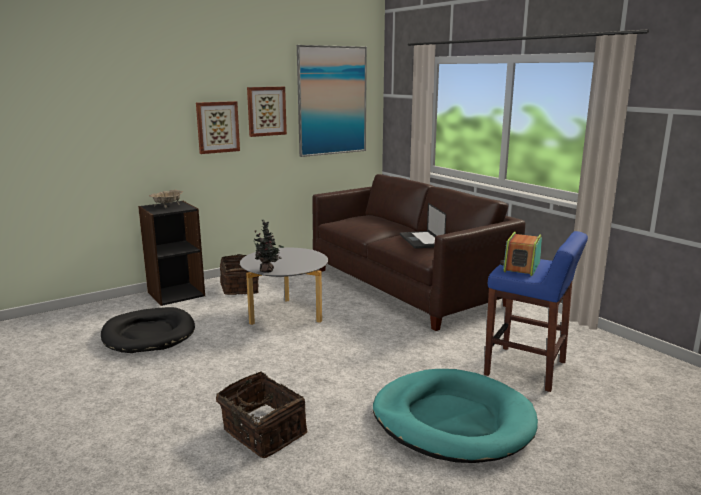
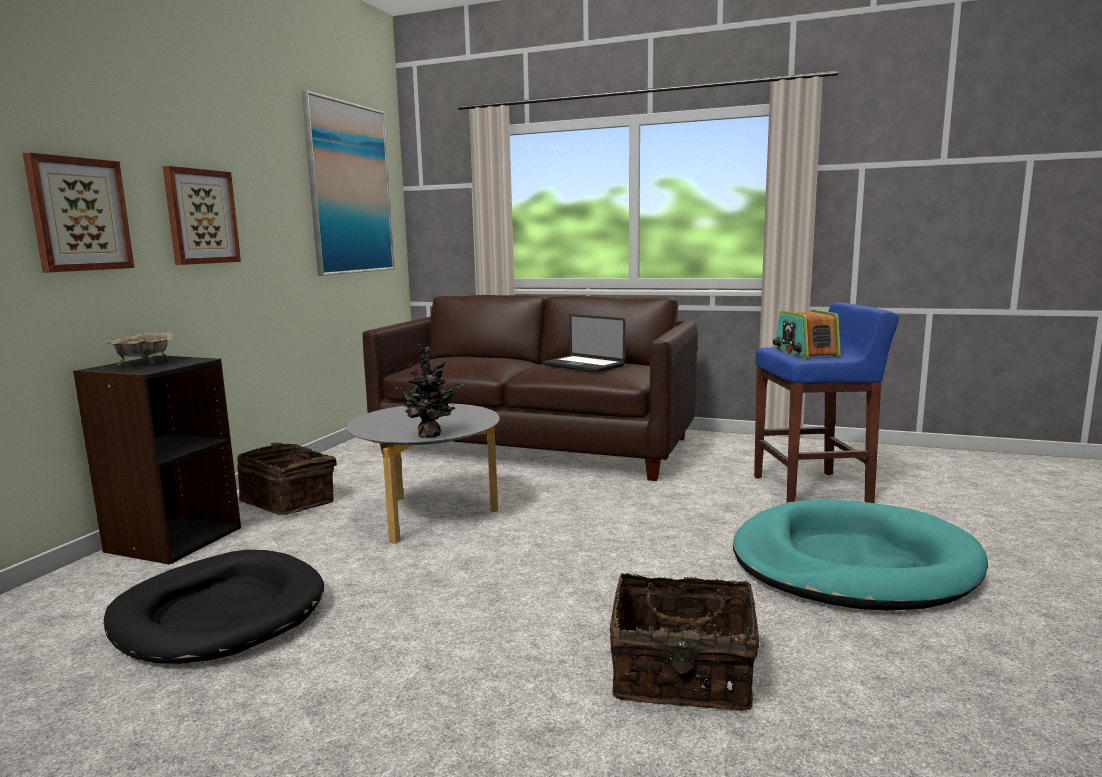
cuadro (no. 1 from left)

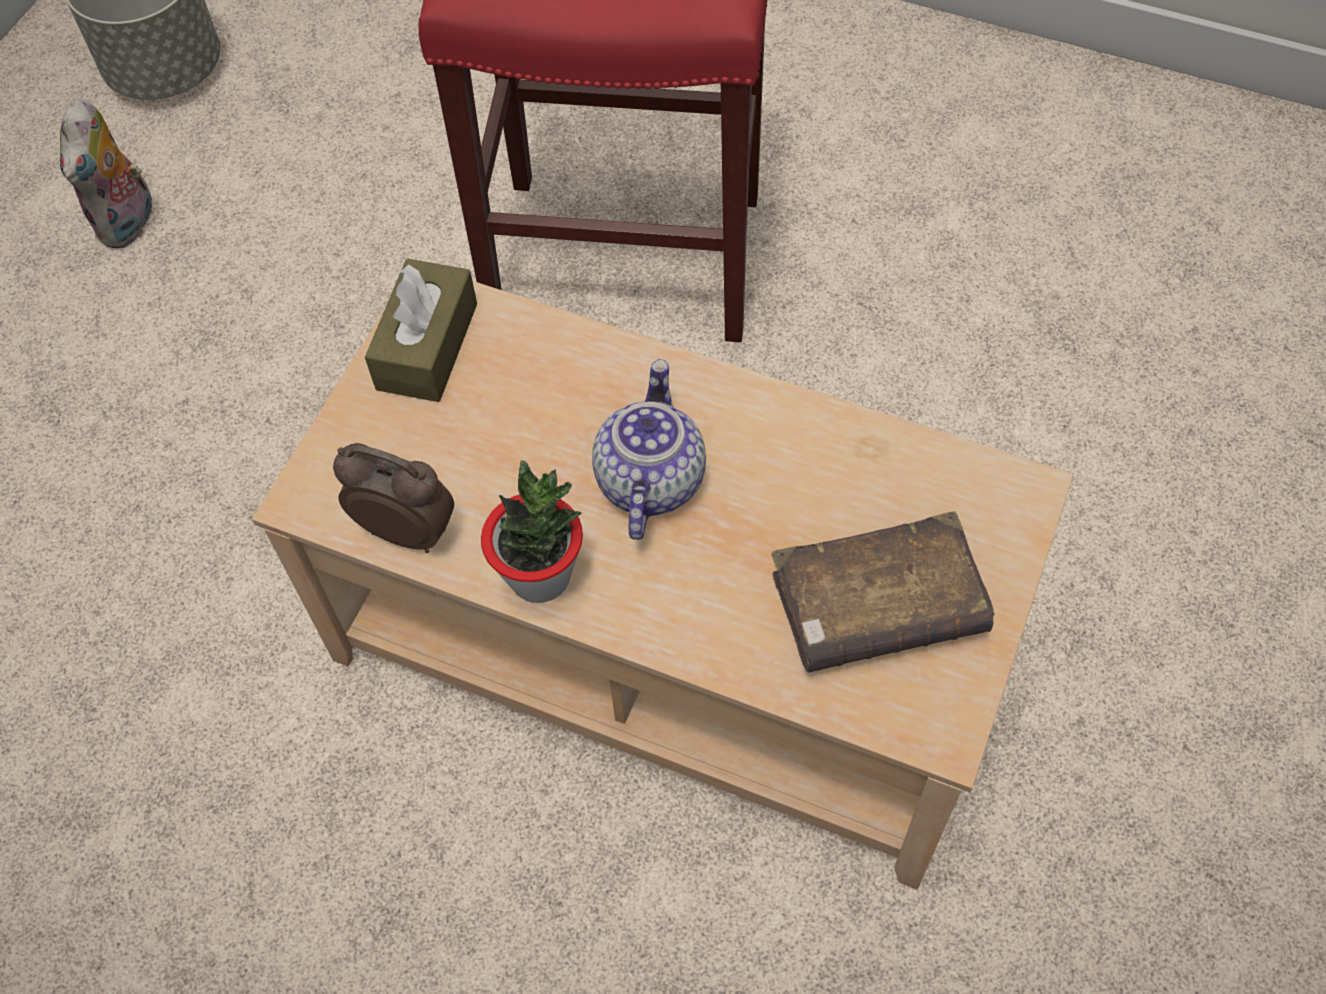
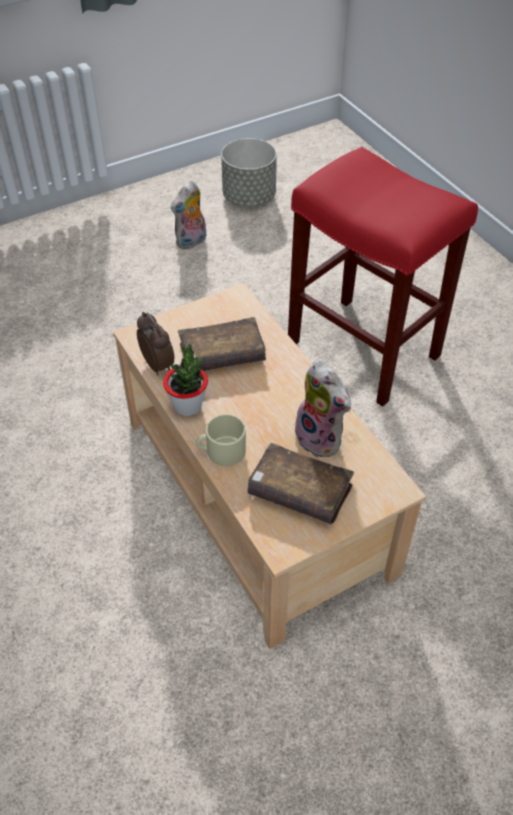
caja de pañuelos/marrón; tetera; libro/marrón (no. 1 from left); taza grande/beis; peluche (no. 2 from left)

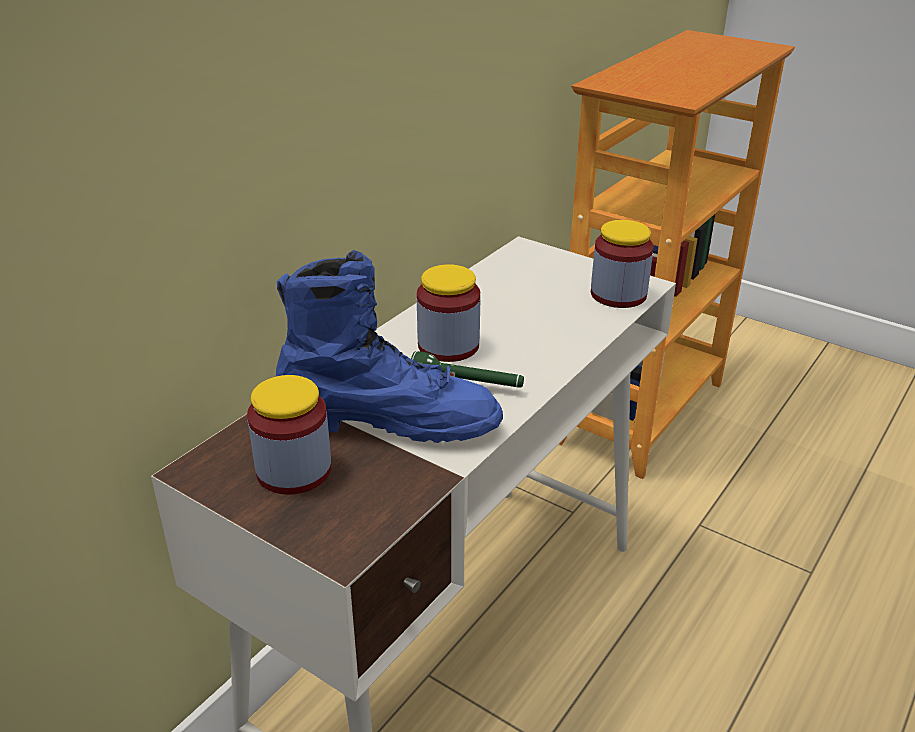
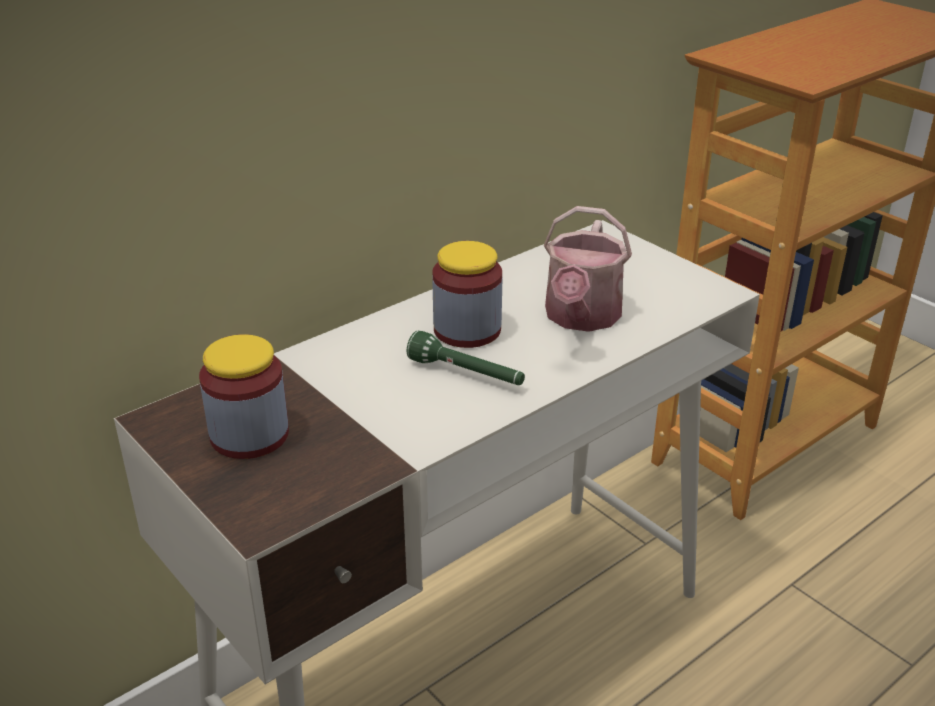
bota/azul; tarro (no. 3 from left in the first image); regadera

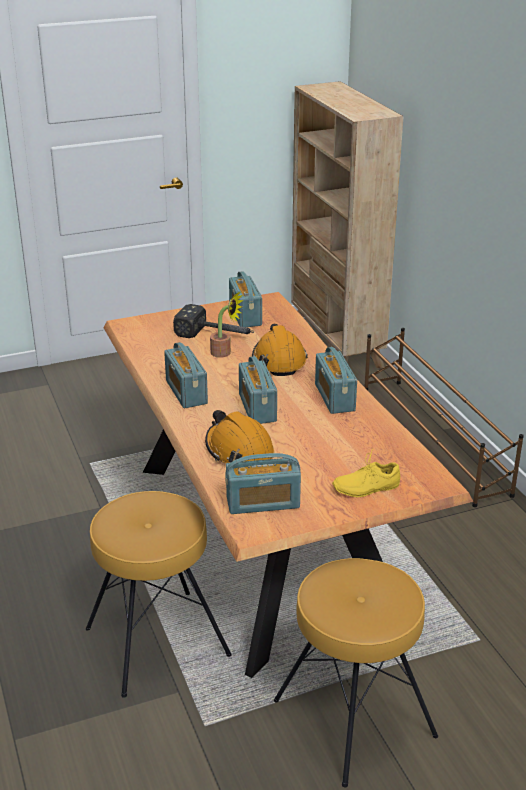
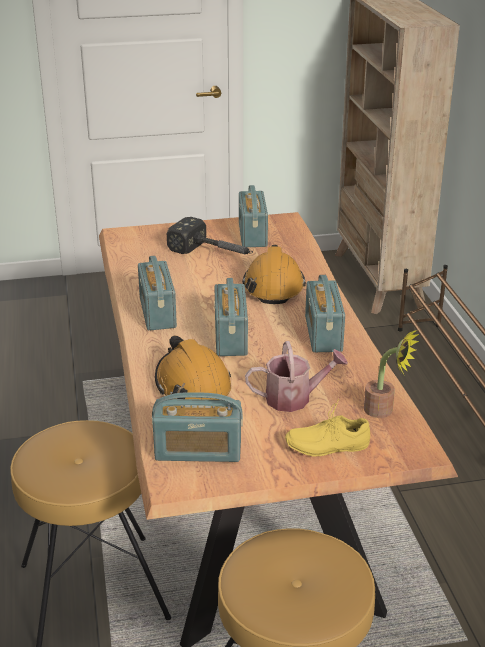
regadera; planta en maceta

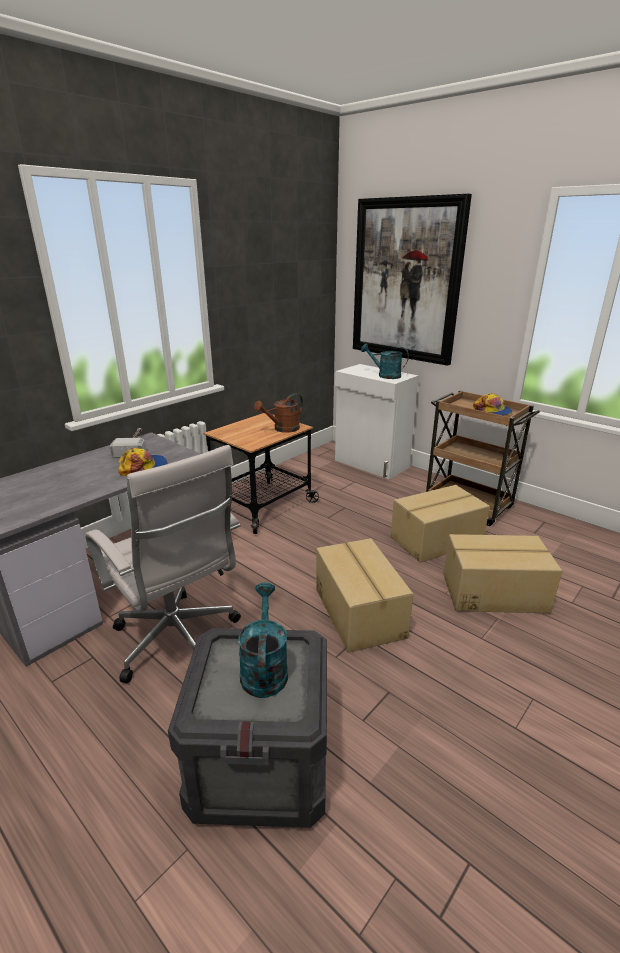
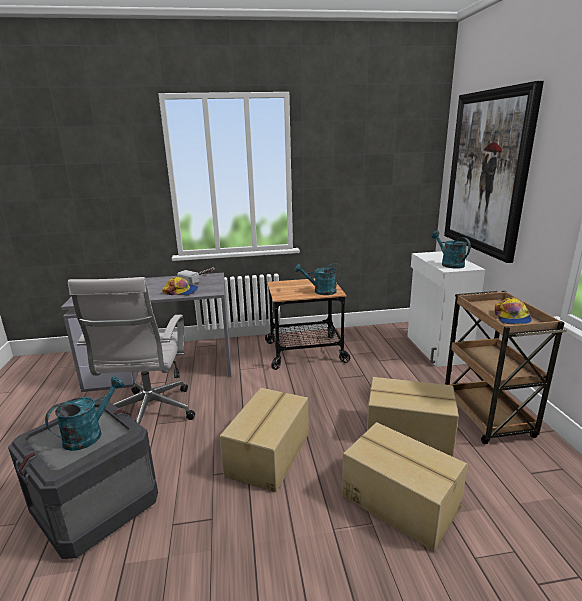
regadera/turquesa (no. 2 from left)

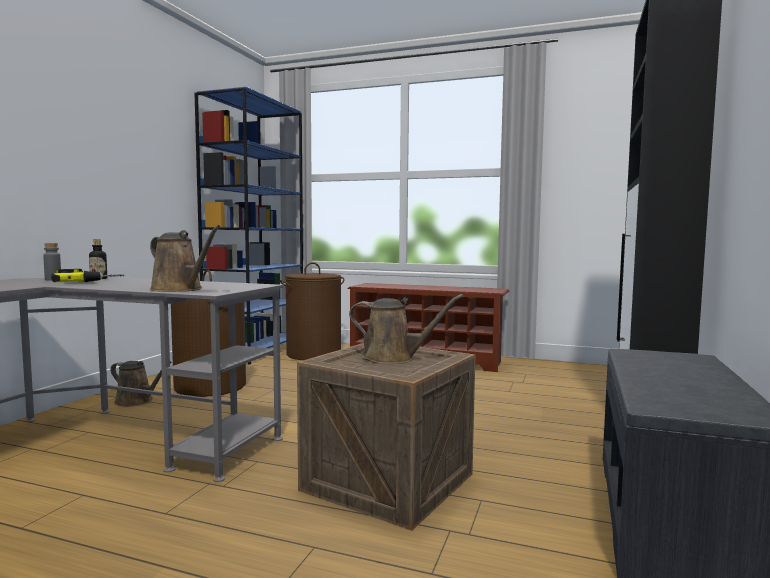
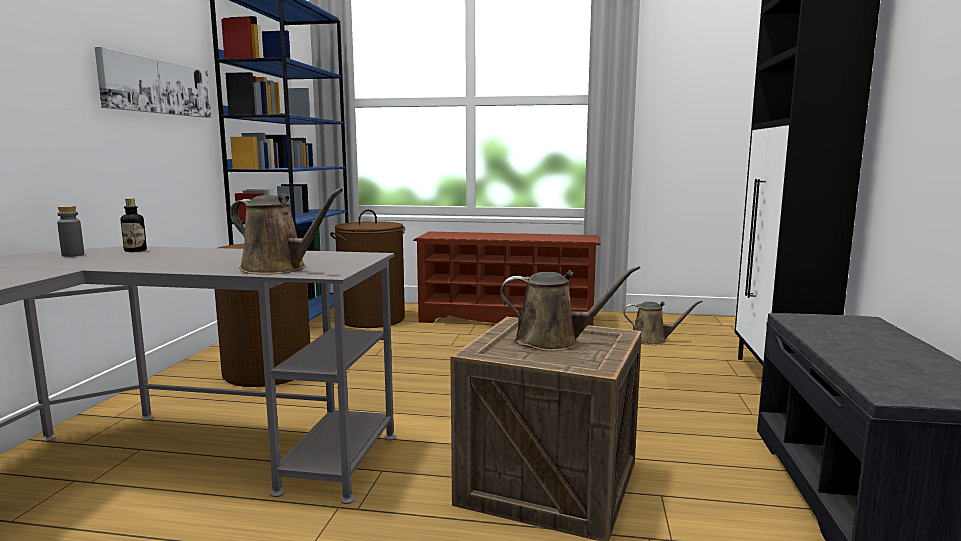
taladro; cuadro; regadera/marrón (no. 3 from left)

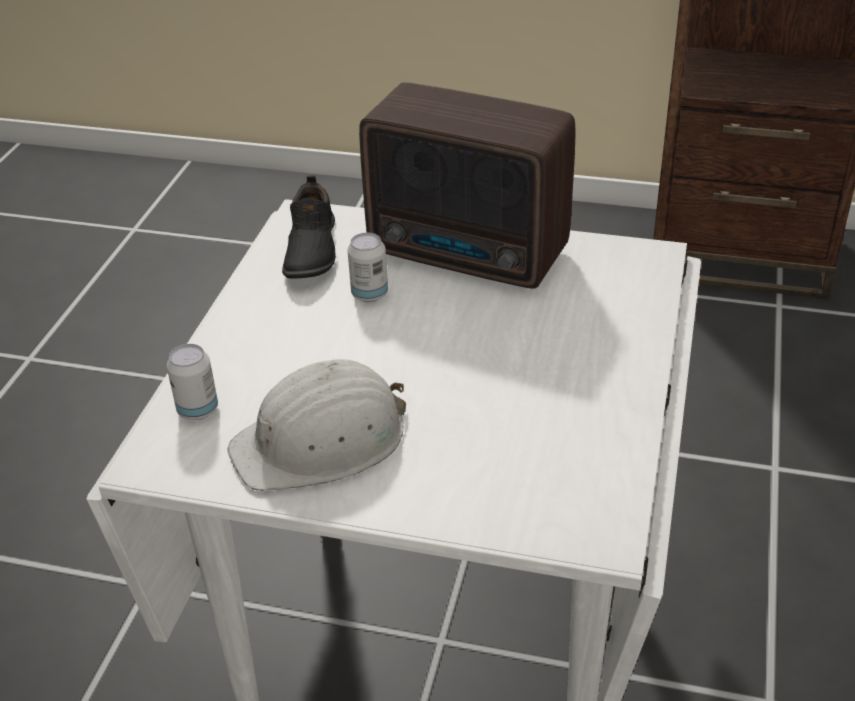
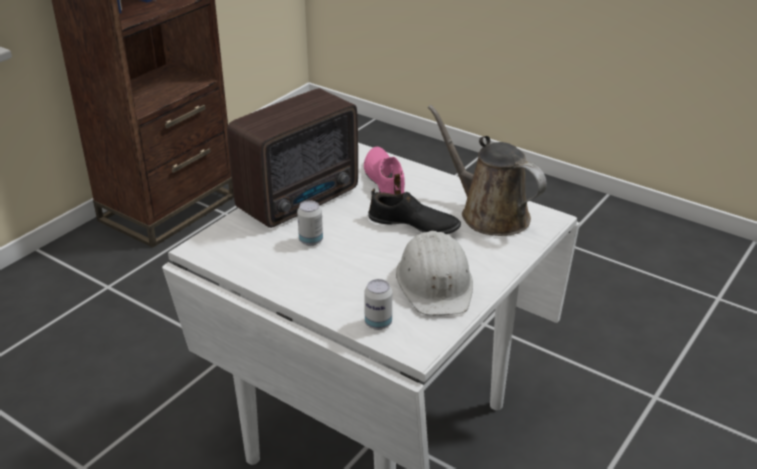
zapato/rosa; regadera/marrón; zapato/negro

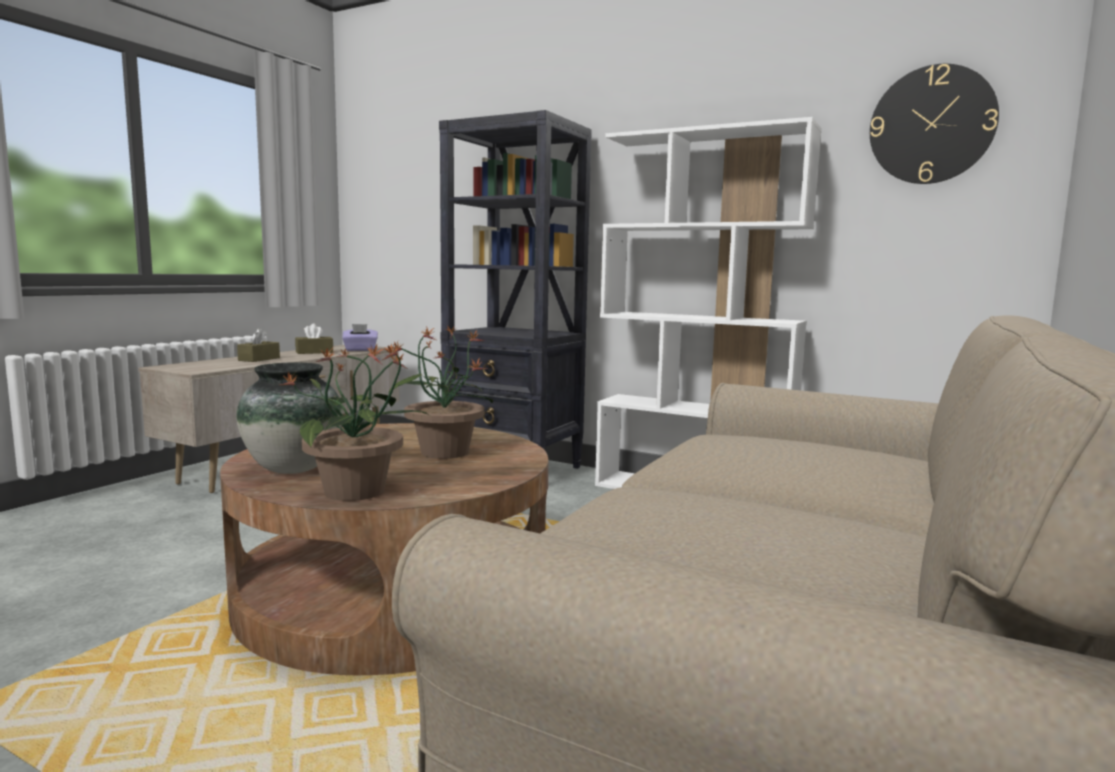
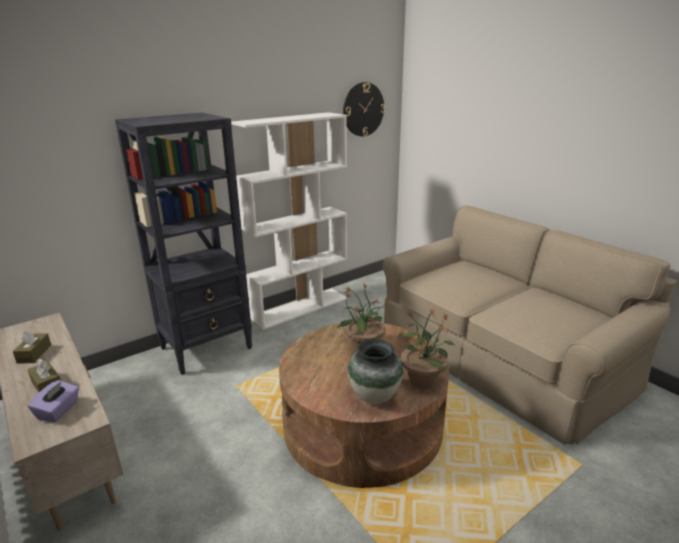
caja de pañuelos/morado

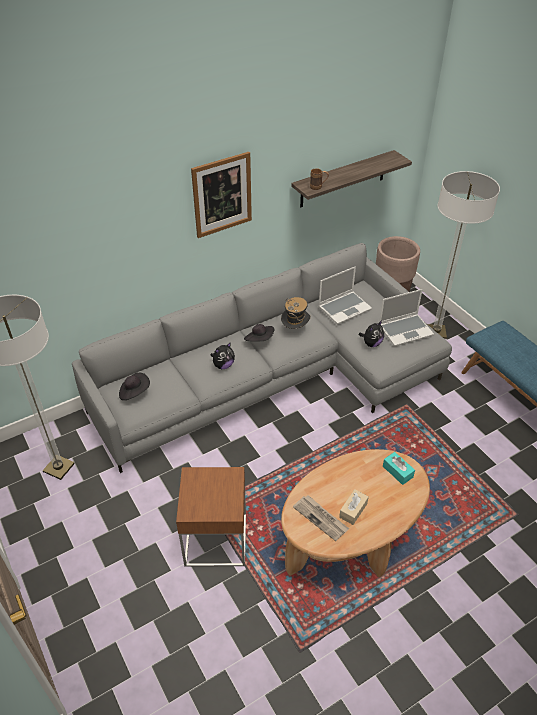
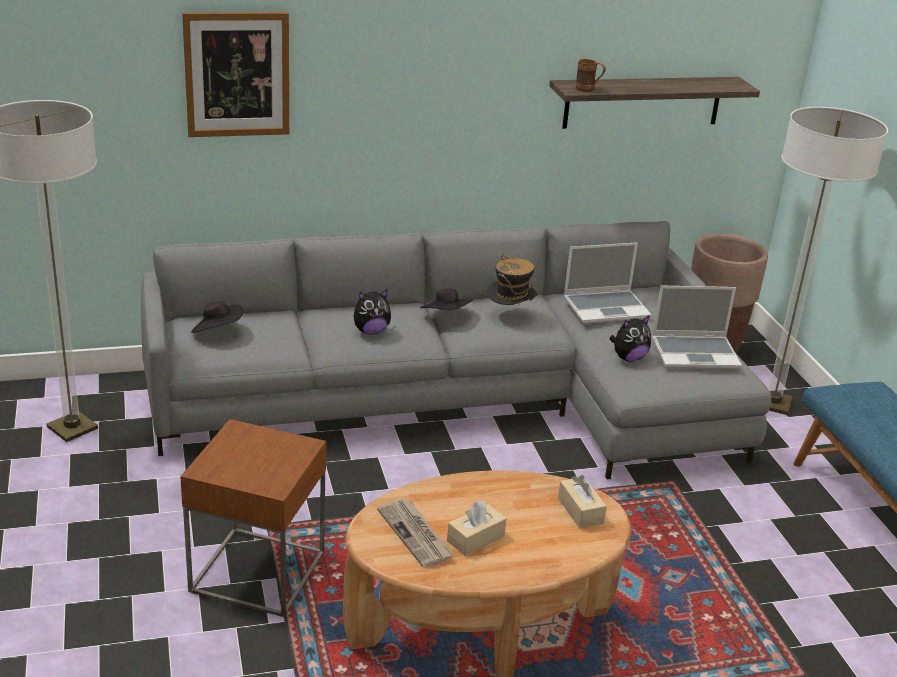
cuadro; caja de pañuelos/beis (no. 2 from left)

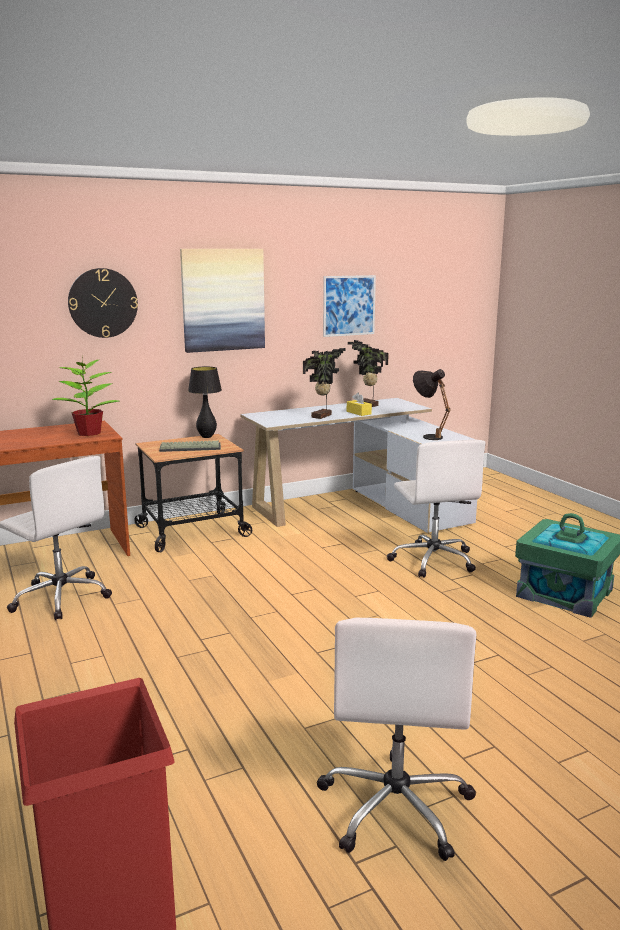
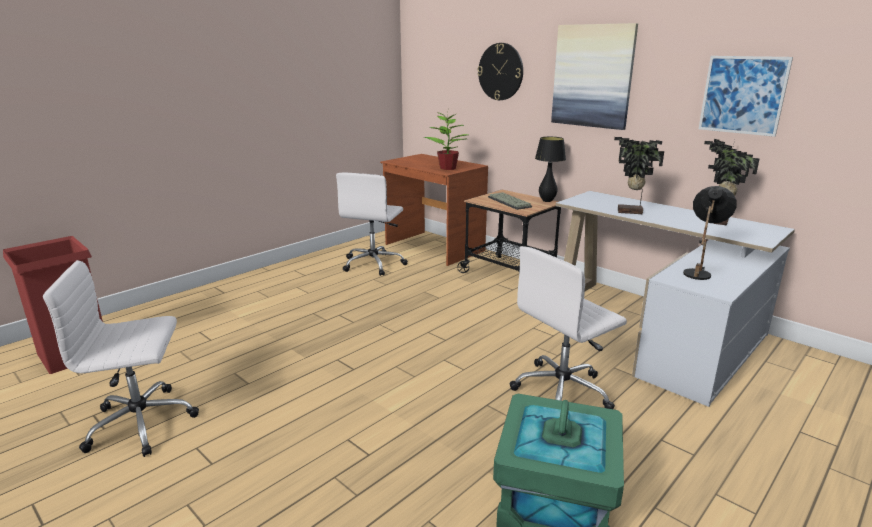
caja de pañuelos/amarillo

